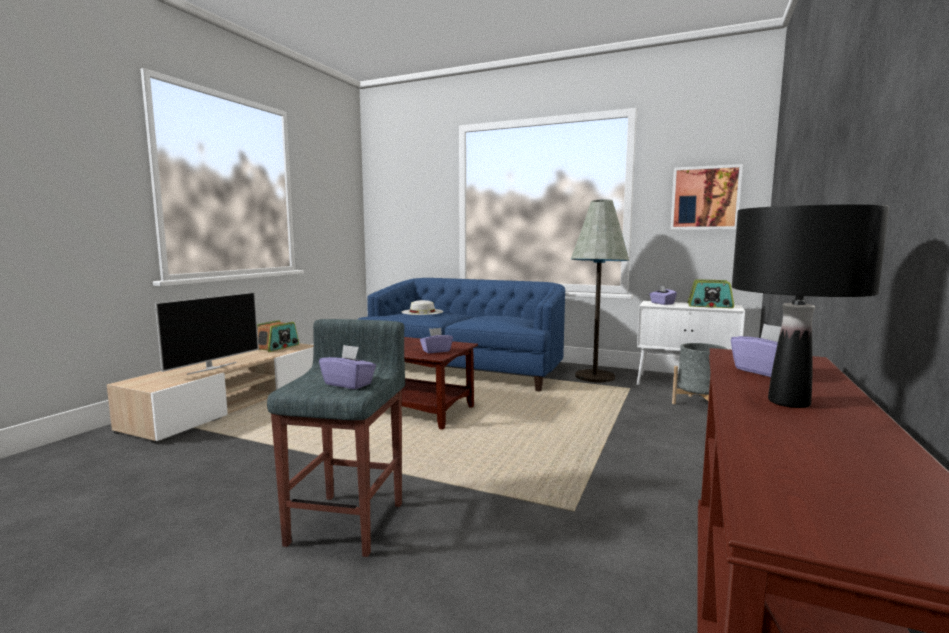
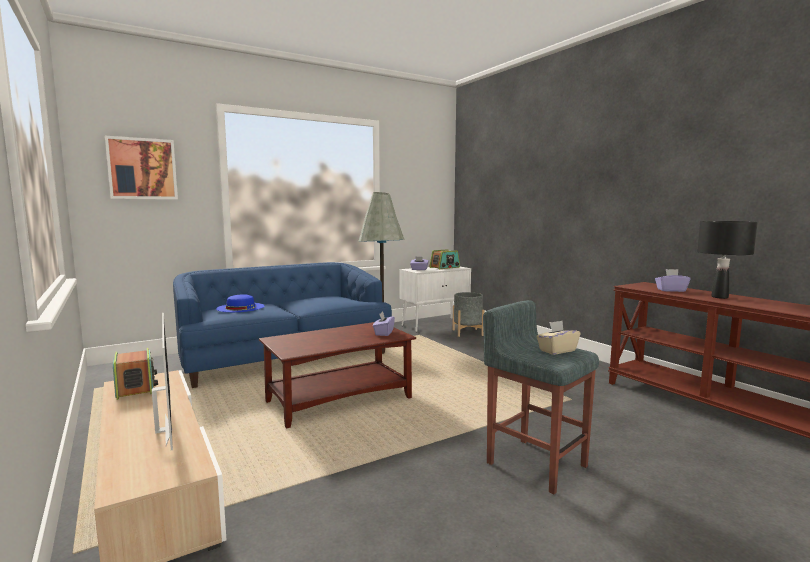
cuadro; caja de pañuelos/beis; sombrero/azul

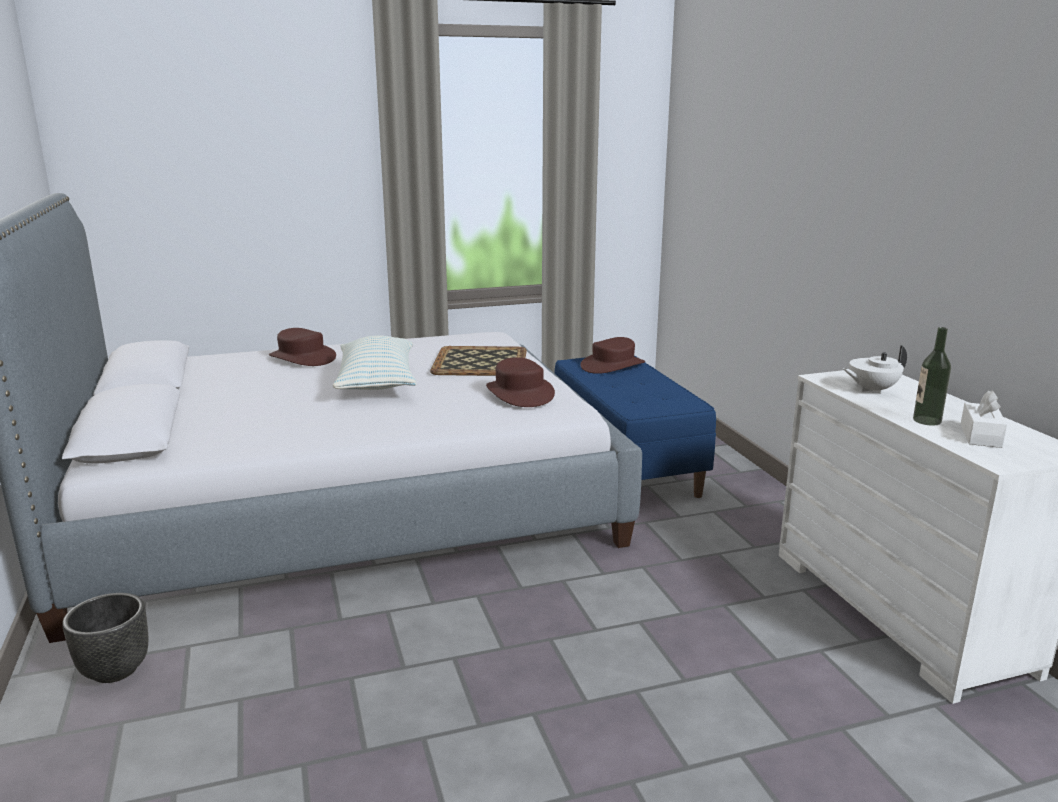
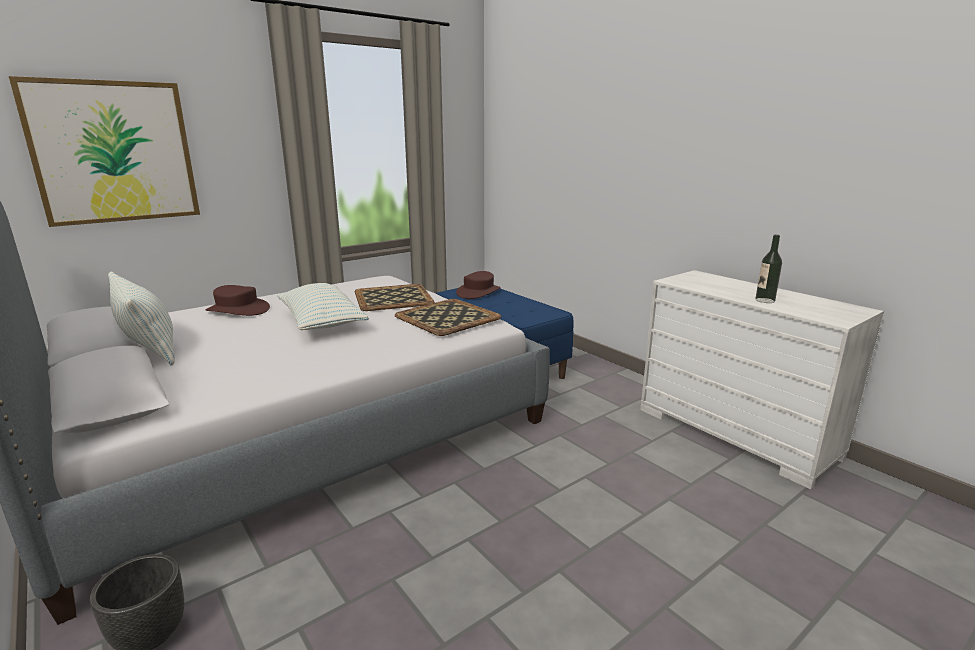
tetera/blanco; caja de pañuelos/blanco; cuadro; cojín (no. 1 from left); bandeja (no. 2 from left)

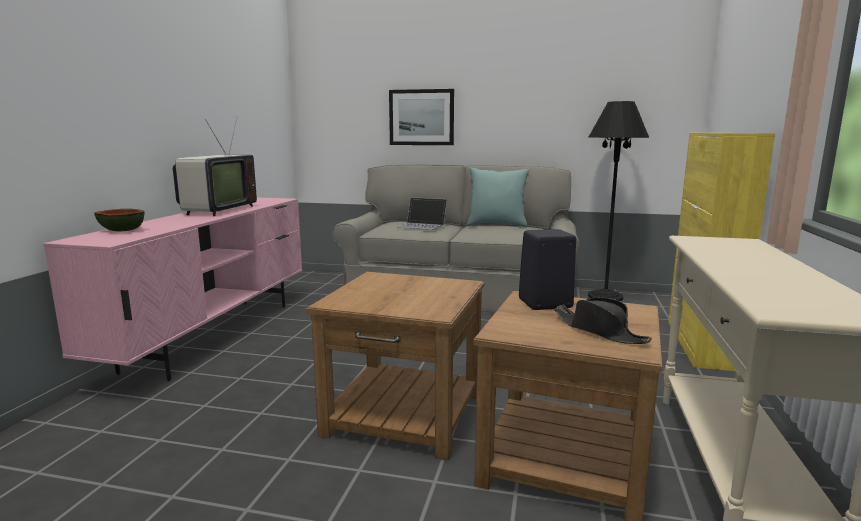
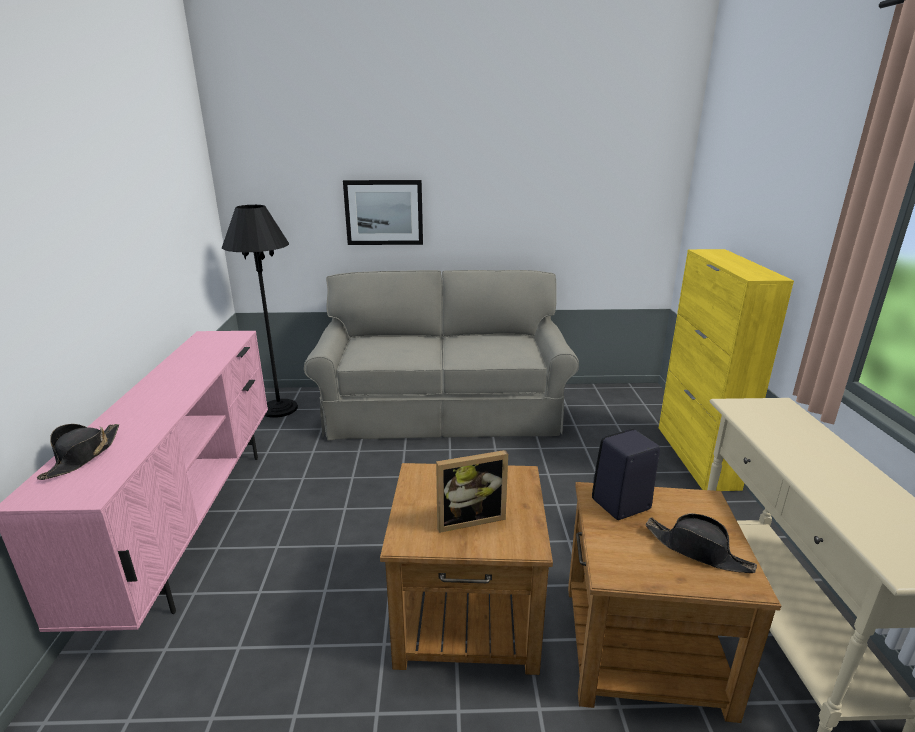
televisor; portátil; cojín/turquesa; portarretratos; lámpara de pie/negro; sombrero/negro (no. 1 from left)

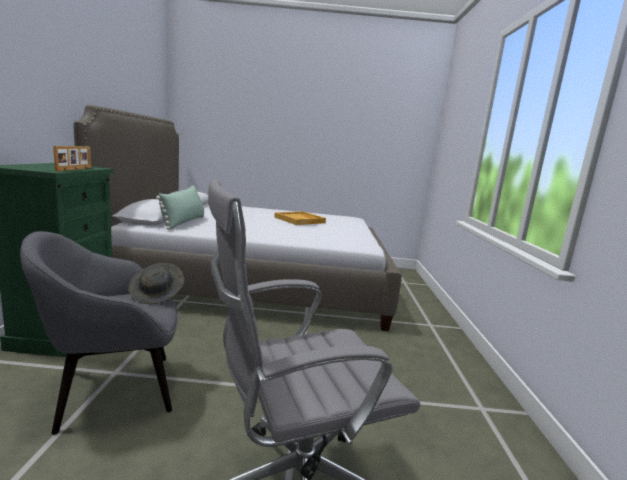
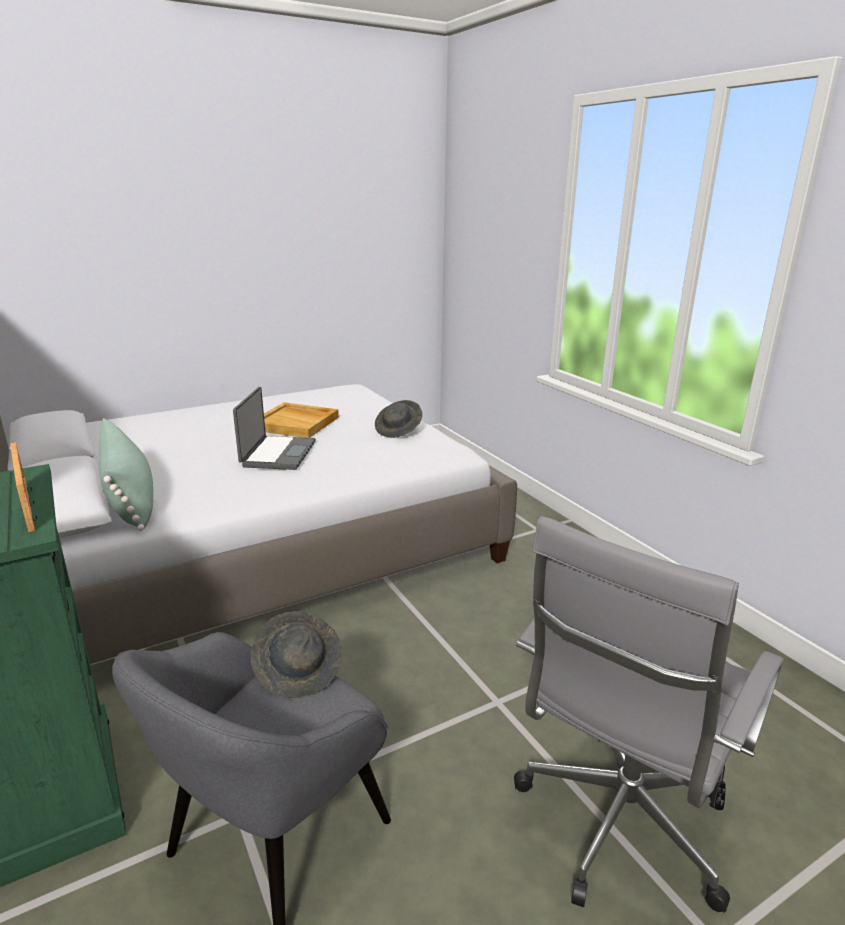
portátil; sombrero/gris (no. 2 from left)

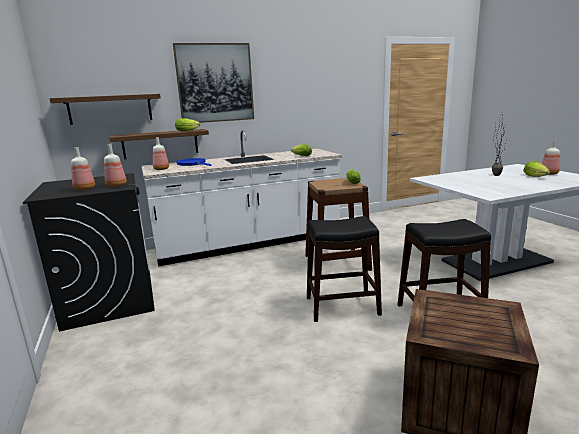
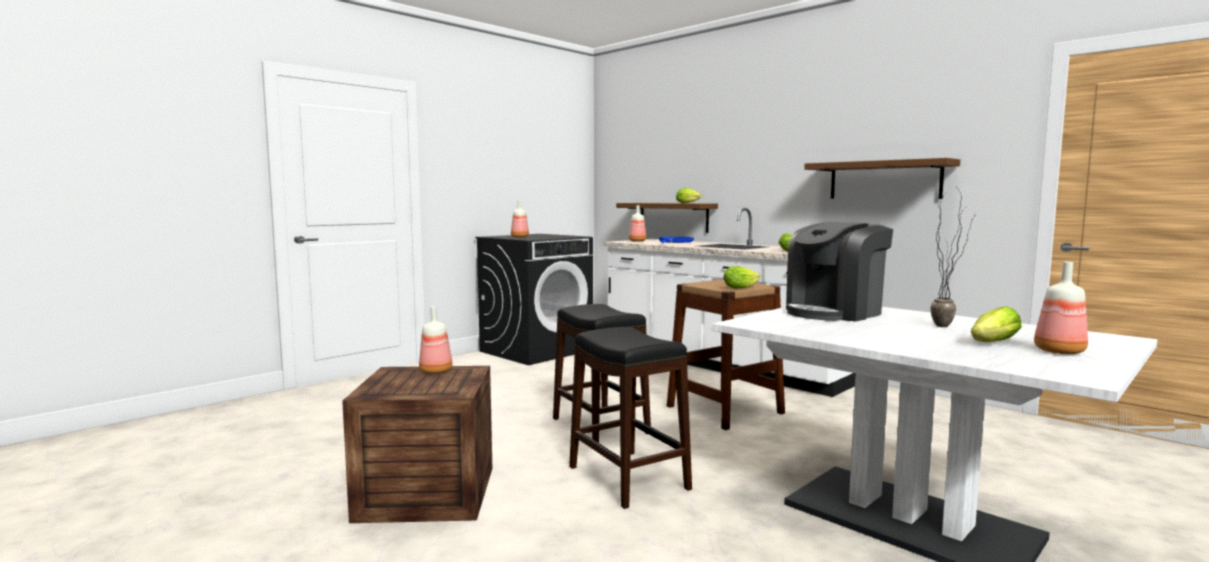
cuadro; cafetera; estante/marrón (no. 2 from left); botella (no. 1 from left)

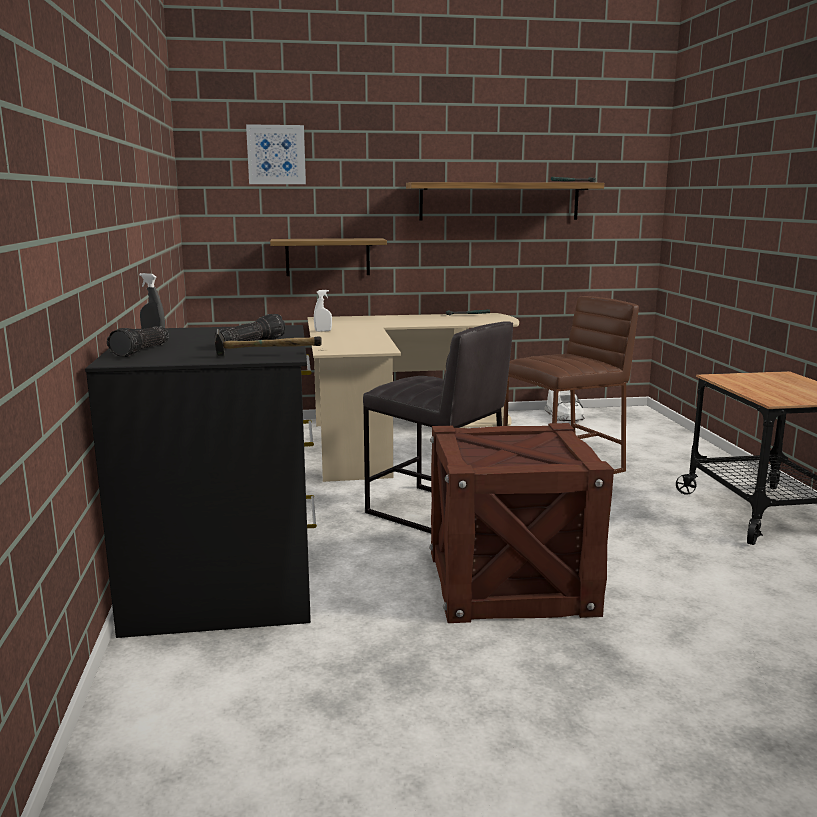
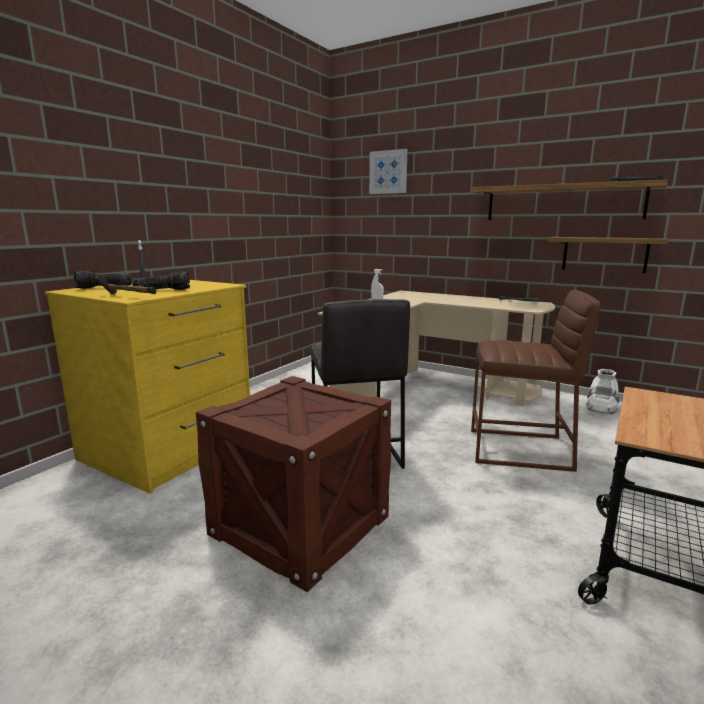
estante (no. 2 from left); cómoda/amarillo

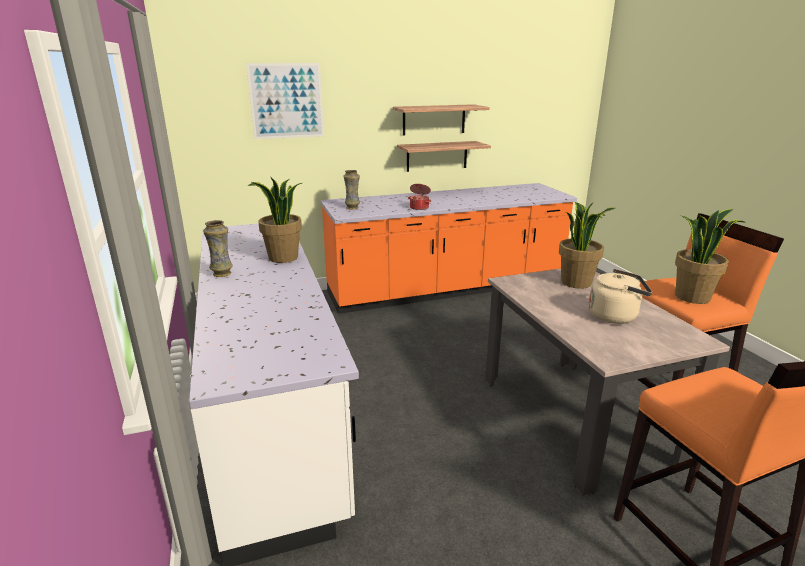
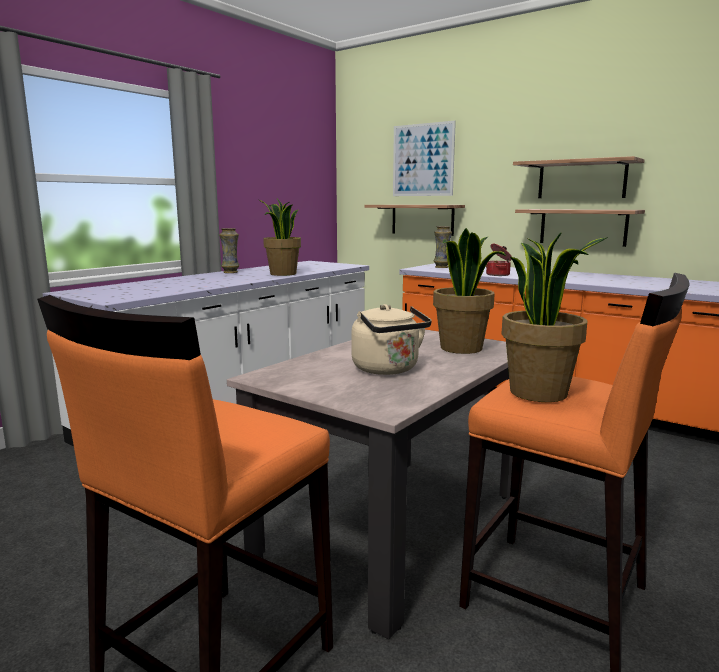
estante (no. 1 from left)

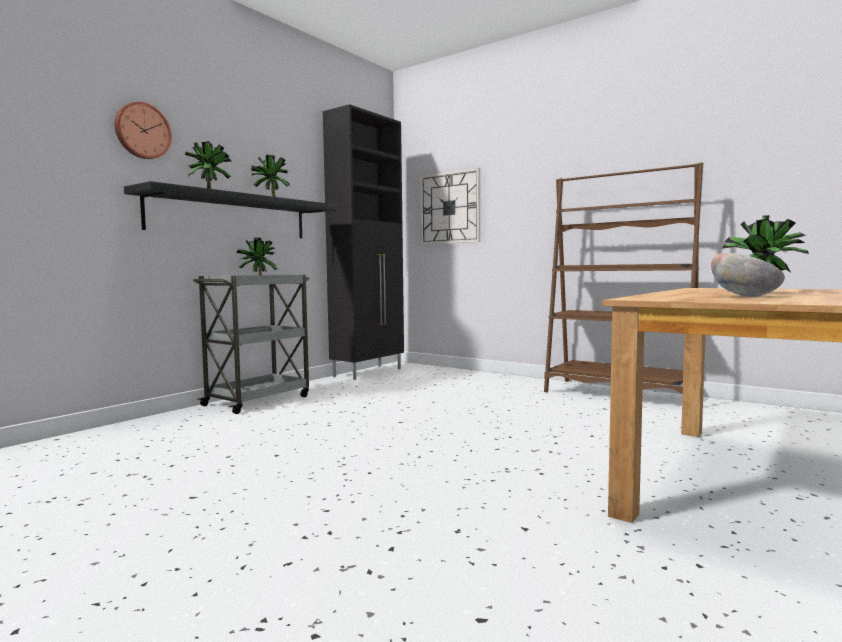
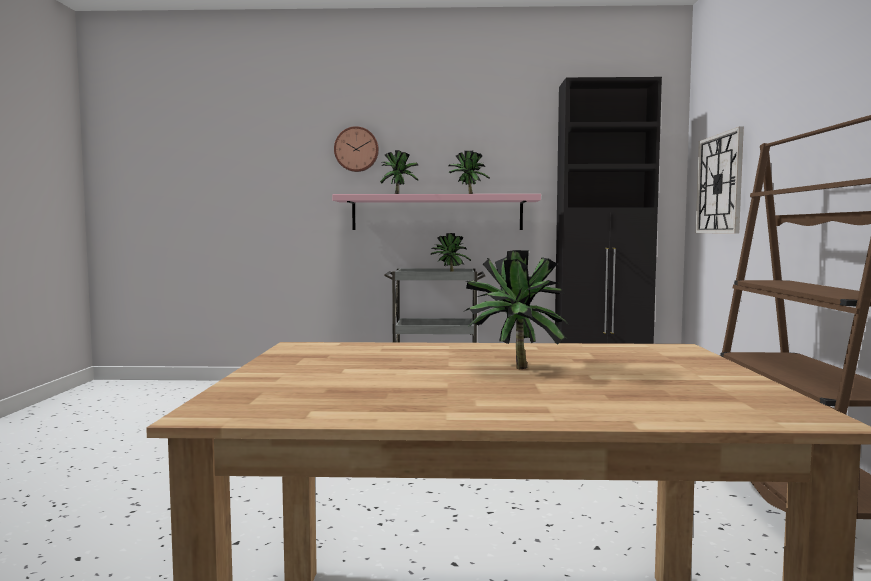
cuenco; estante/rosa

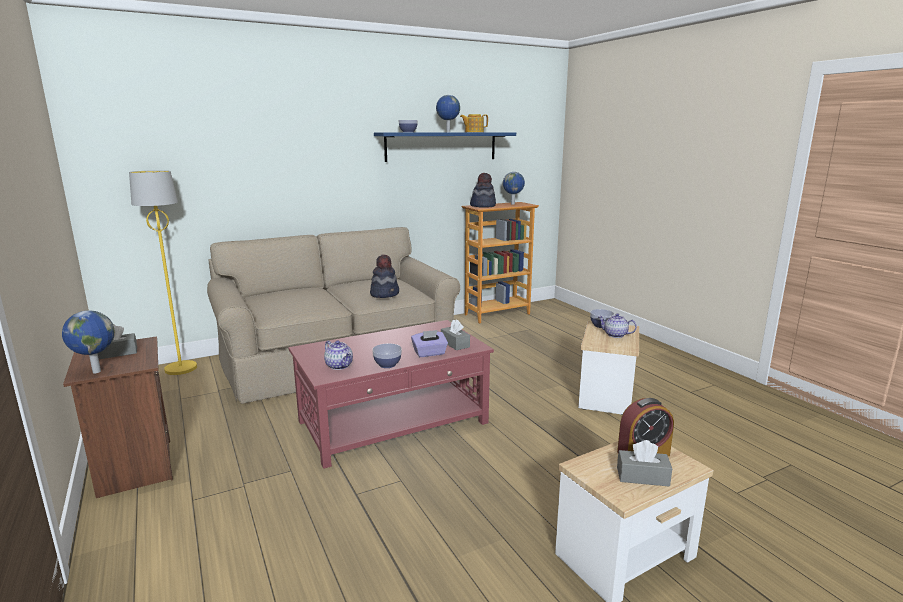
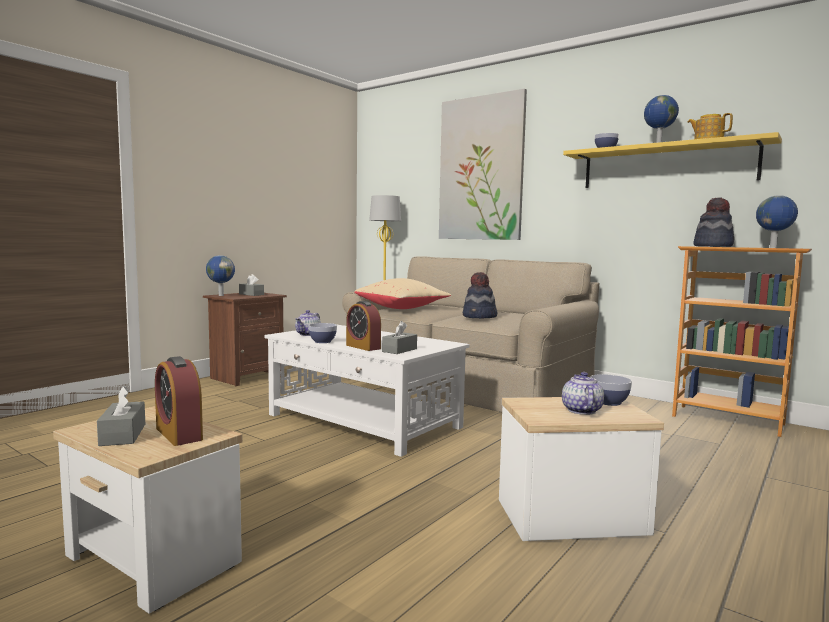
cojín/beis; cuadro; despertador (no. 2 from left); mesa de centro/blanco; estante/amarillo

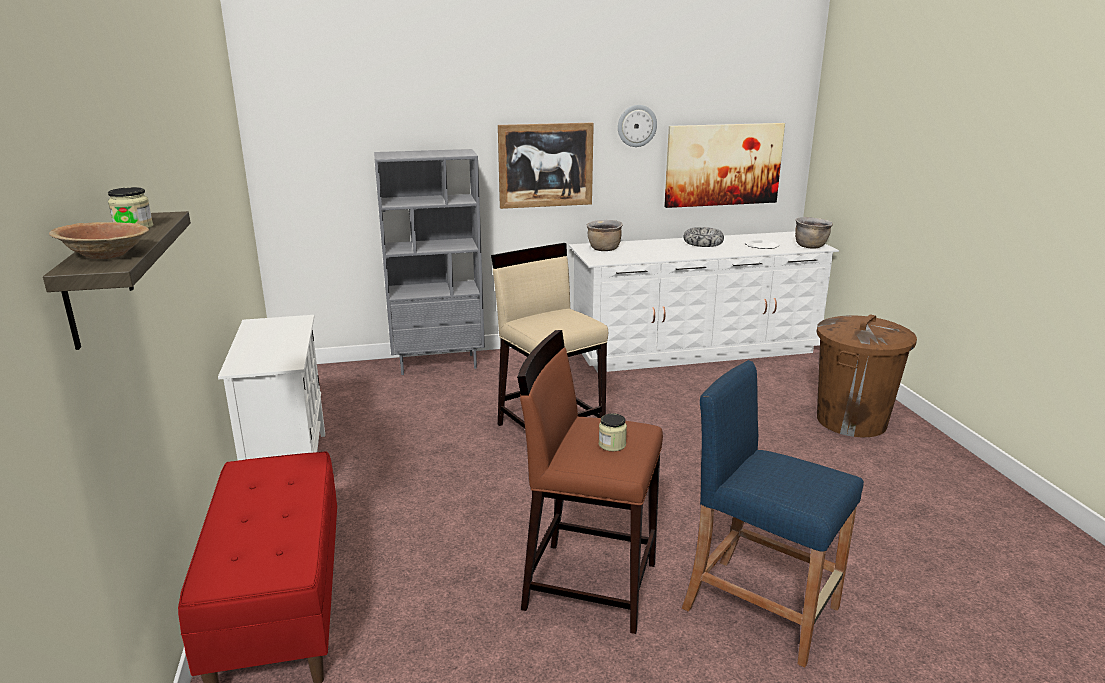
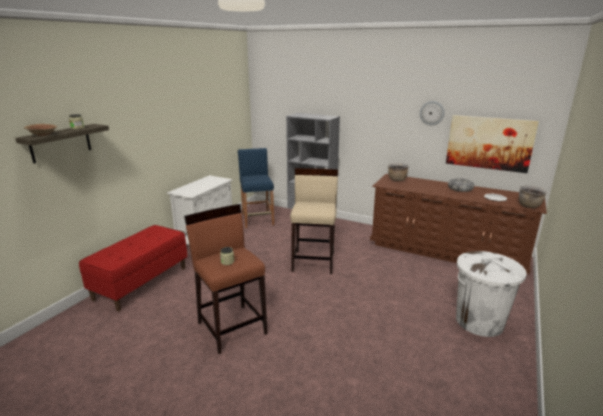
cuadro (no. 1 from left in the first image); taburete/azul; cómoda/marrón; papelera/blanco

